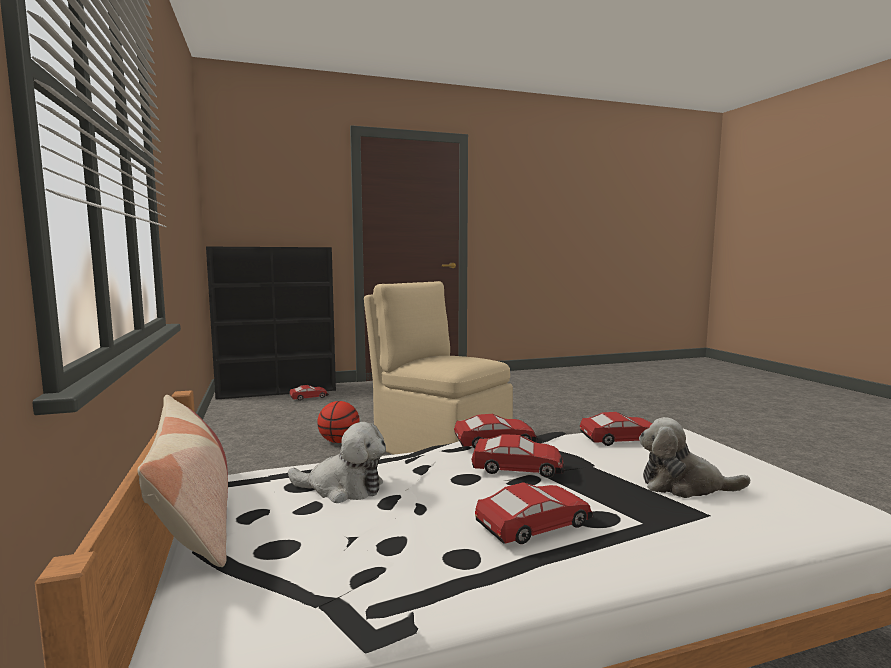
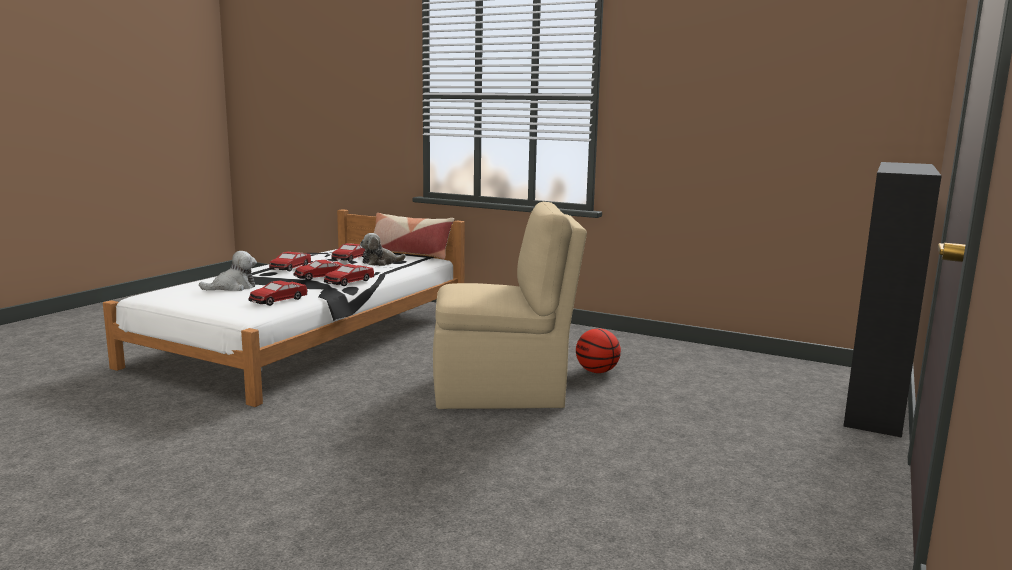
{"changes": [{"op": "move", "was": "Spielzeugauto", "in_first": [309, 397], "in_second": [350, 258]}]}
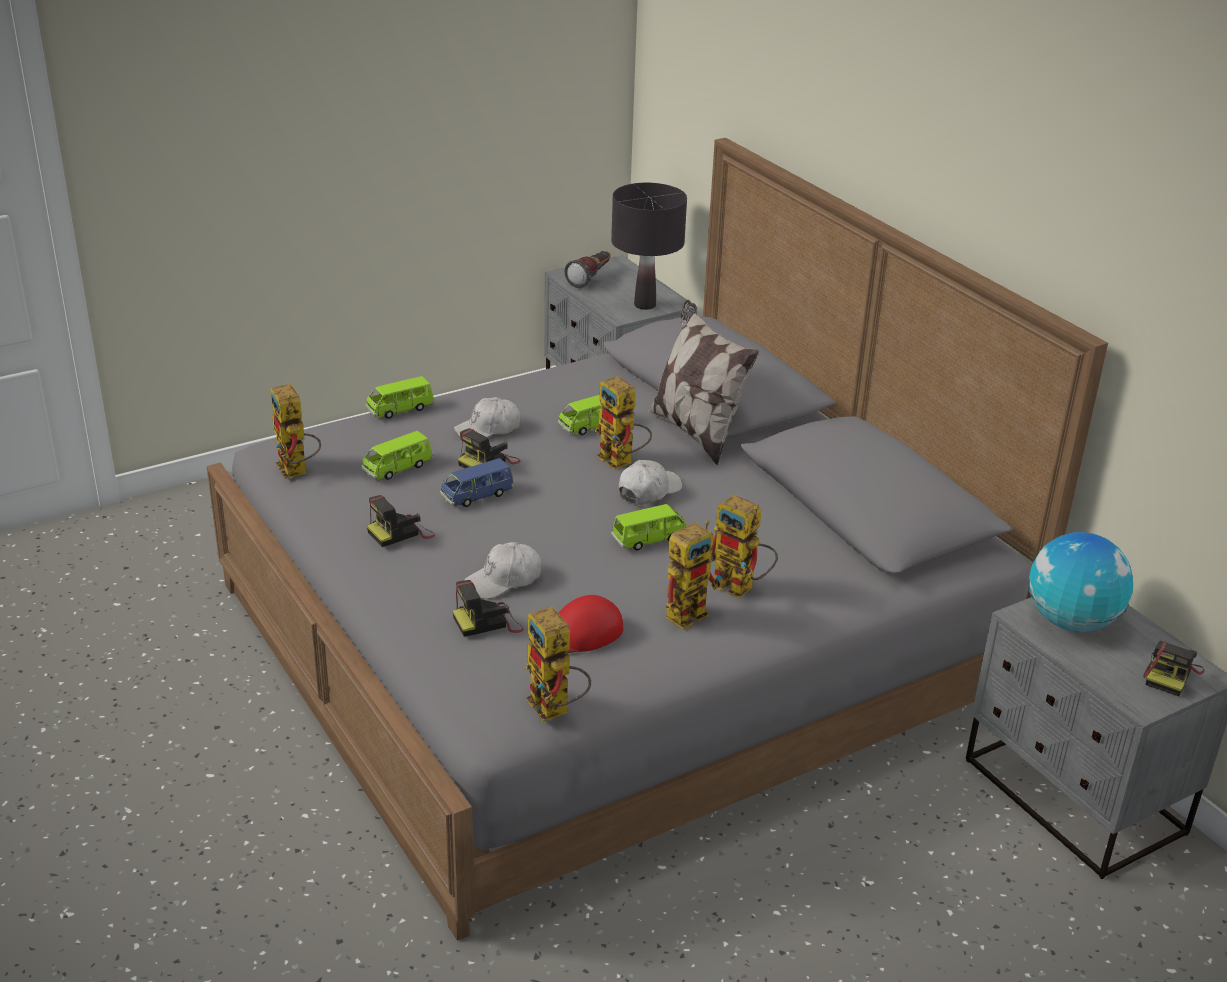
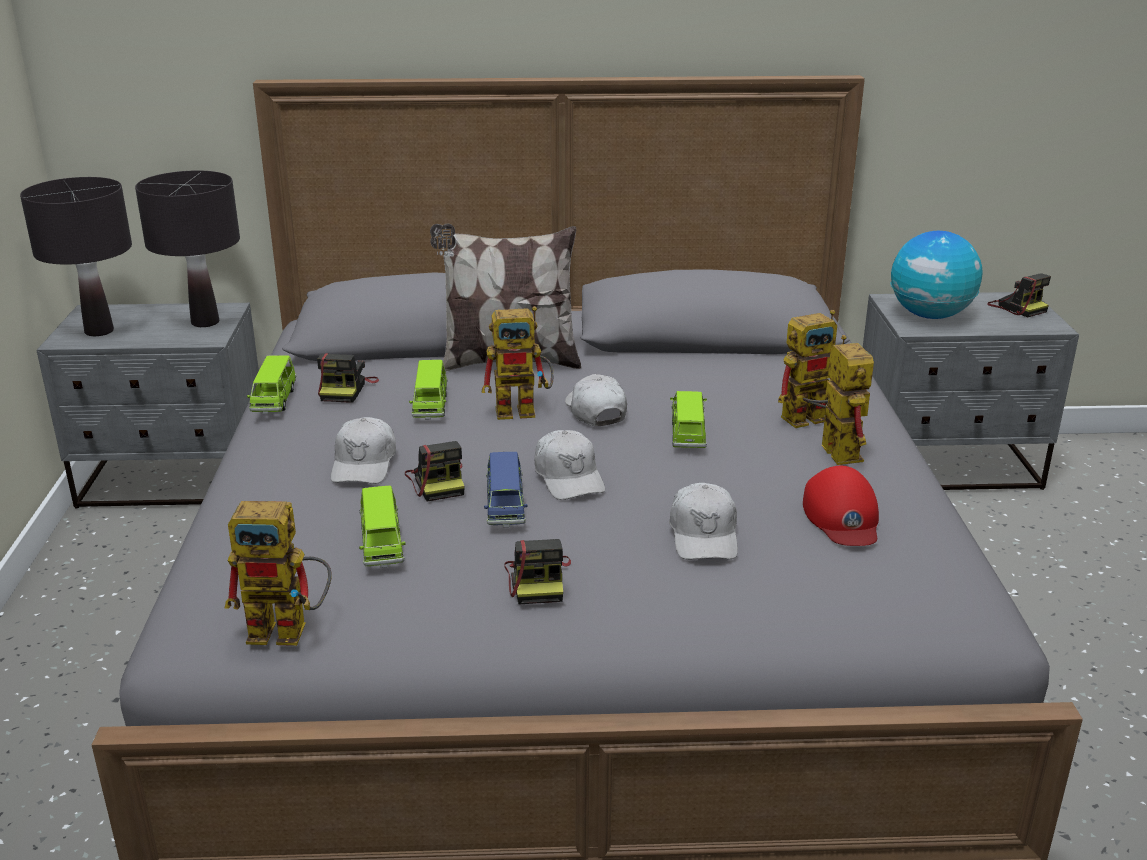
{"changes": [{"op": "replace", "was": "Taschenlampe", "now": "Tischlampe [schwarz]", "in_first": [591, 278], "in_second": [99, 331]}, {"op": "move", "was": "Spielzeugauto [grün]", "in_first": [400, 409], "in_second": [274, 401]}, {"op": "move", "was": "Kamera", "in_first": [488, 622], "in_second": [346, 389]}, {"op": "insert", "now": "Kappe [weiß]", "in_second": [569, 477]}, {"op": "delete", "was": "Spielzeugroboter", "in_first": [555, 710]}]}
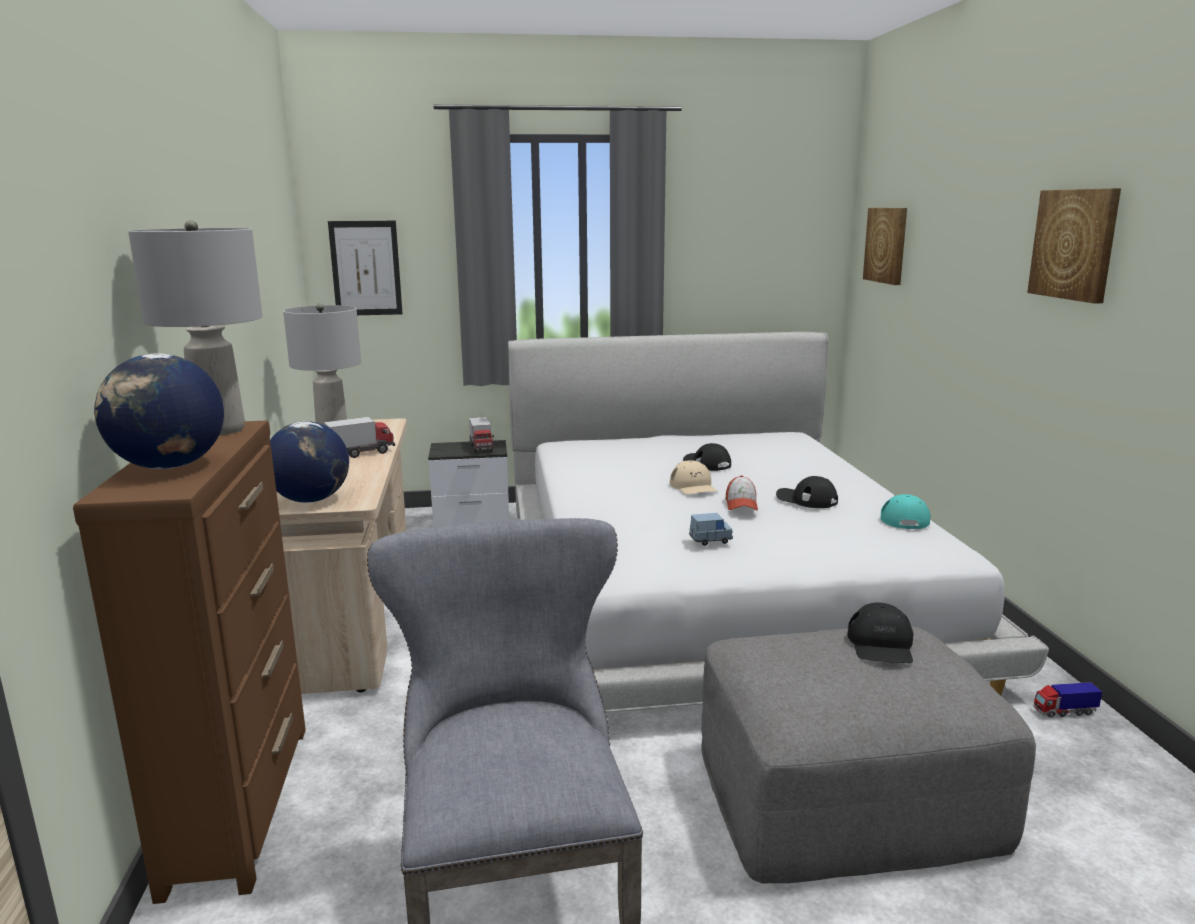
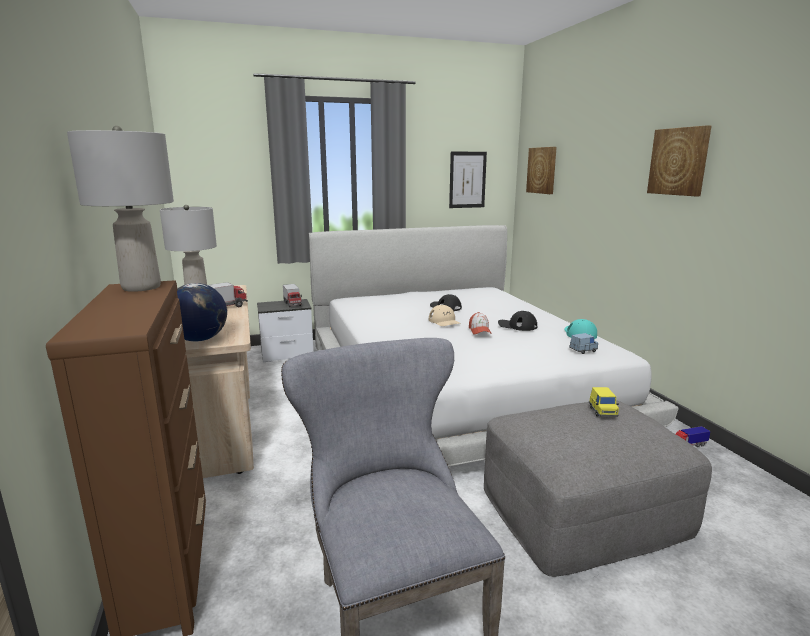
{"changes": [{"op": "move", "was": "Bild", "in_first": [366, 268], "in_second": [467, 180]}, {"op": "move", "was": "Spielzeugauto [blau]", "in_first": [710, 540], "in_second": [583, 350]}, {"op": "replace", "was": "Kappe [schwarz]", "now": "Spielzeugauto [gelb]", "in_first": [881, 644], "in_second": [602, 412]}, {"op": "delete", "was": "Globus", "in_first": [169, 467]}]}
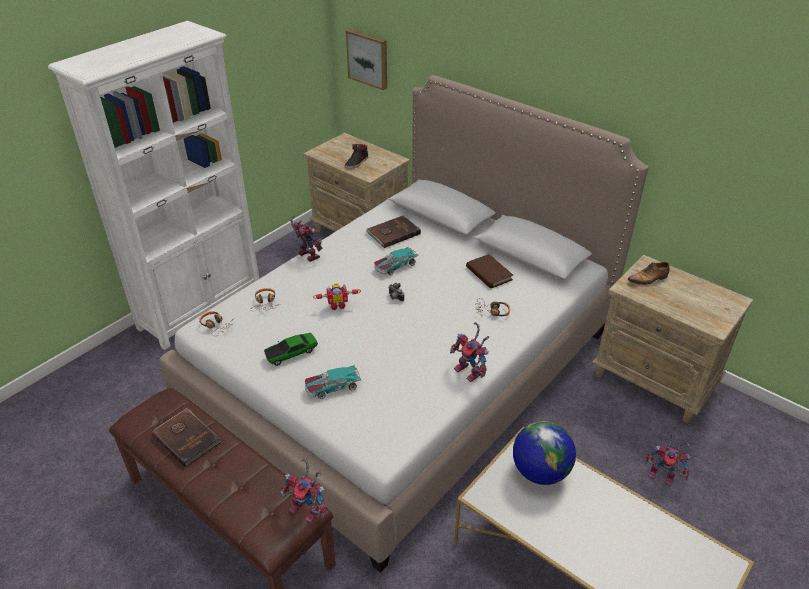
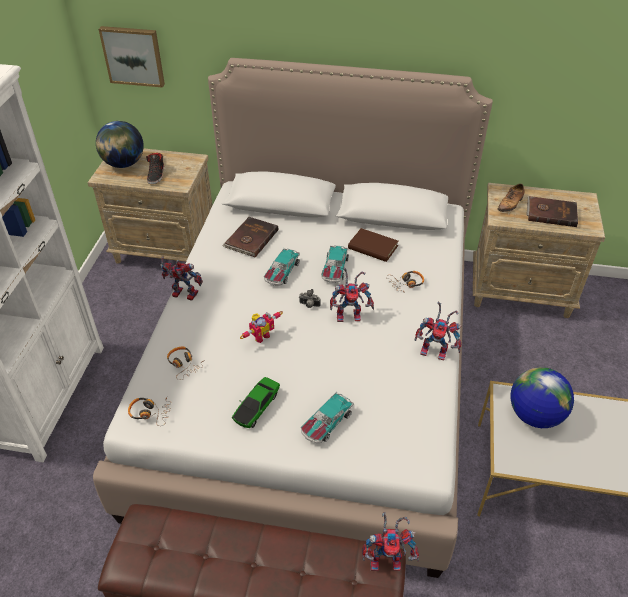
{"changes": [{"op": "insert", "now": "Globus", "in_second": [124, 164]}, {"op": "insert", "now": "Spielzeugauto", "in_second": [335, 269]}, {"op": "move", "was": "Spielzeugroboter", "in_first": [663, 475], "in_second": [350, 314]}, {"op": "move", "was": "Buch [braun]", "in_first": [187, 438], "in_second": [551, 213]}]}
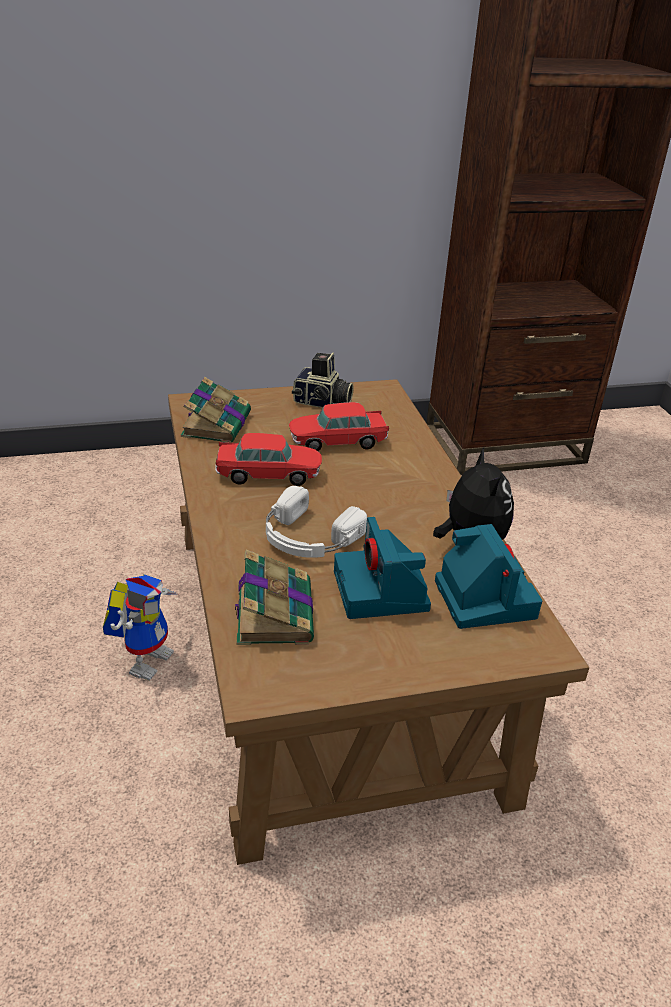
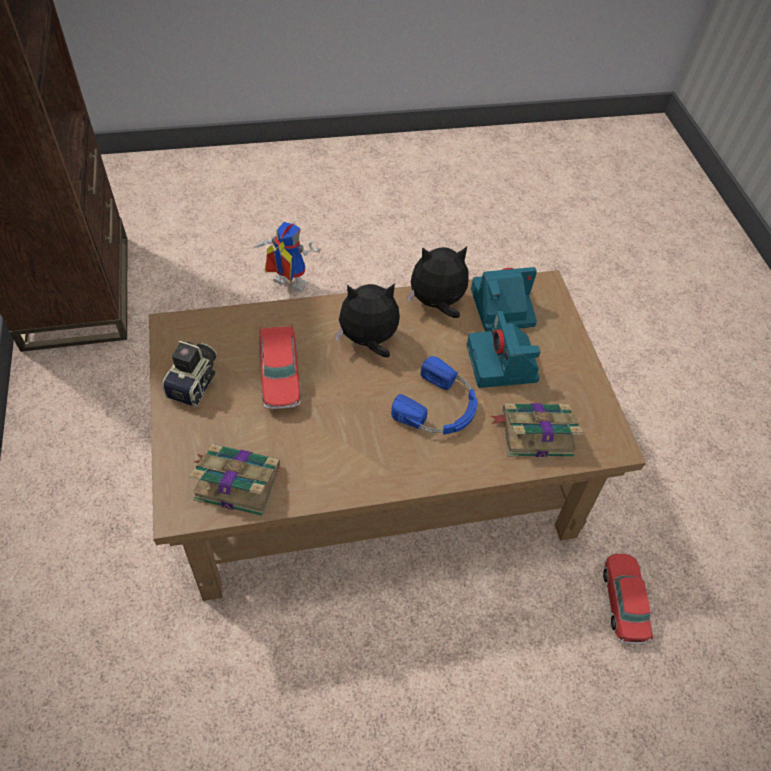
{"changes": [{"op": "move", "was": "Spielzeugroboter", "in_first": [147, 658], "in_second": [285, 285]}, {"op": "insert", "now": "Plüschtier", "in_second": [368, 340]}, {"op": "recolor", "was": "Kopfhörer [weiß]", "now": "Kopfhörer [blau]", "in_first": [307, 537], "in_second": [439, 407]}, {"op": "rotate", "was": "Kamera", "in_first": [382, 592], "in_second": [502, 364], "clockwise": 90}, {"op": "move", "was": "Spielzeugauto", "in_first": [268, 474], "in_second": [623, 601]}]}
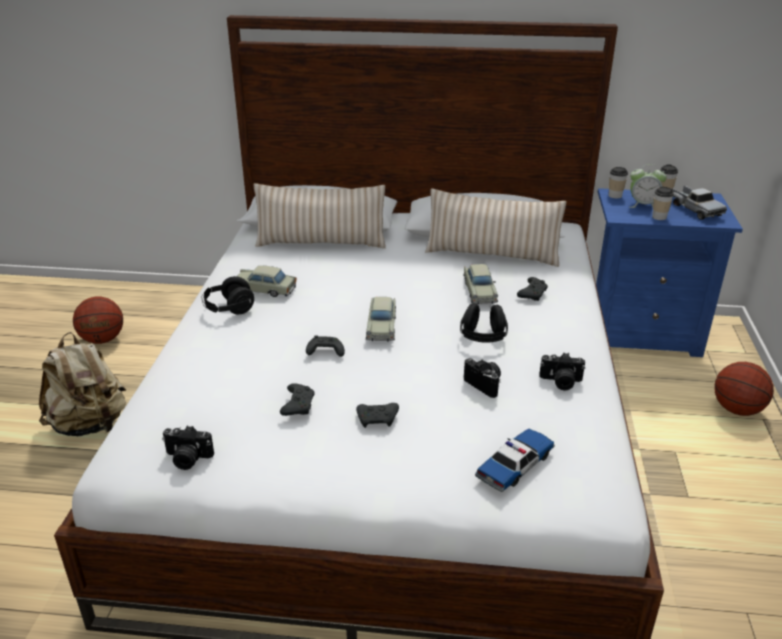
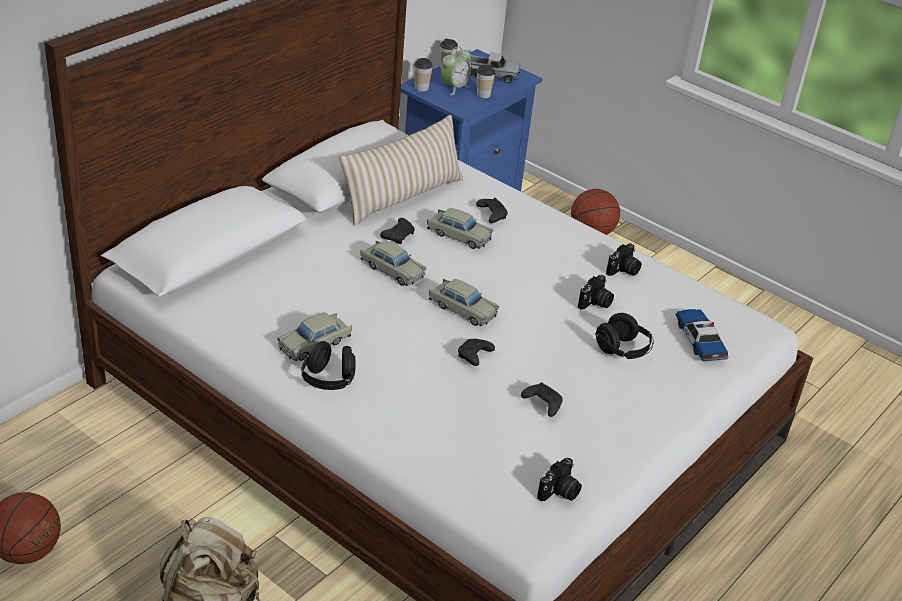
{"changes": [{"op": "insert", "now": "Spielzeugauto [beige]", "in_second": [392, 270]}, {"op": "move", "was": "Gamepad [schwarz]", "in_first": [378, 419], "in_second": [398, 236]}, {"op": "rotate", "was": "Kamera", "in_first": [485, 384], "in_second": [595, 303], "clockwise": 135}, {"op": "move", "was": "Kopfhörer [schwarz]", "in_first": [483, 337], "in_second": [622, 350]}, {"op": "delete", "was": "Kissen [beige]", "in_first": [321, 243]}]}
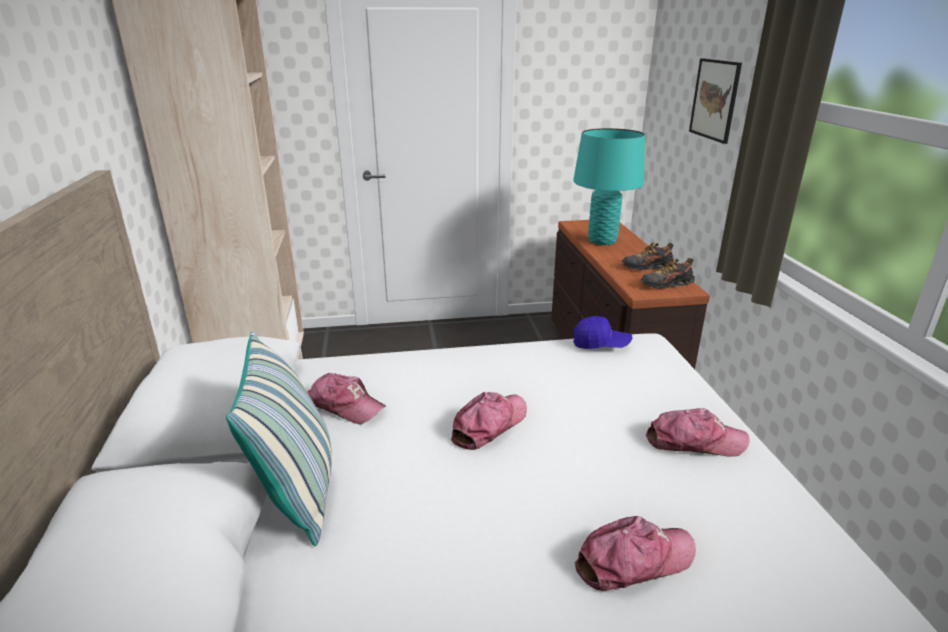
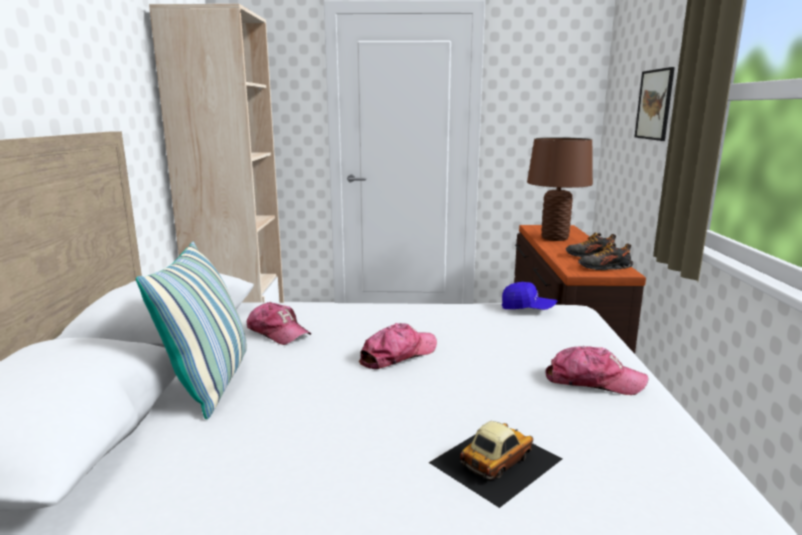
{"changes": [{"op": "replace", "was": "Kappe", "now": "Spielzeugauto", "in_first": [633, 561], "in_second": [495, 460]}, {"op": "recolor", "was": "Tischlampe [türkis]", "now": "Tischlampe [braun]", "in_first": [602, 241], "in_second": [554, 238]}]}
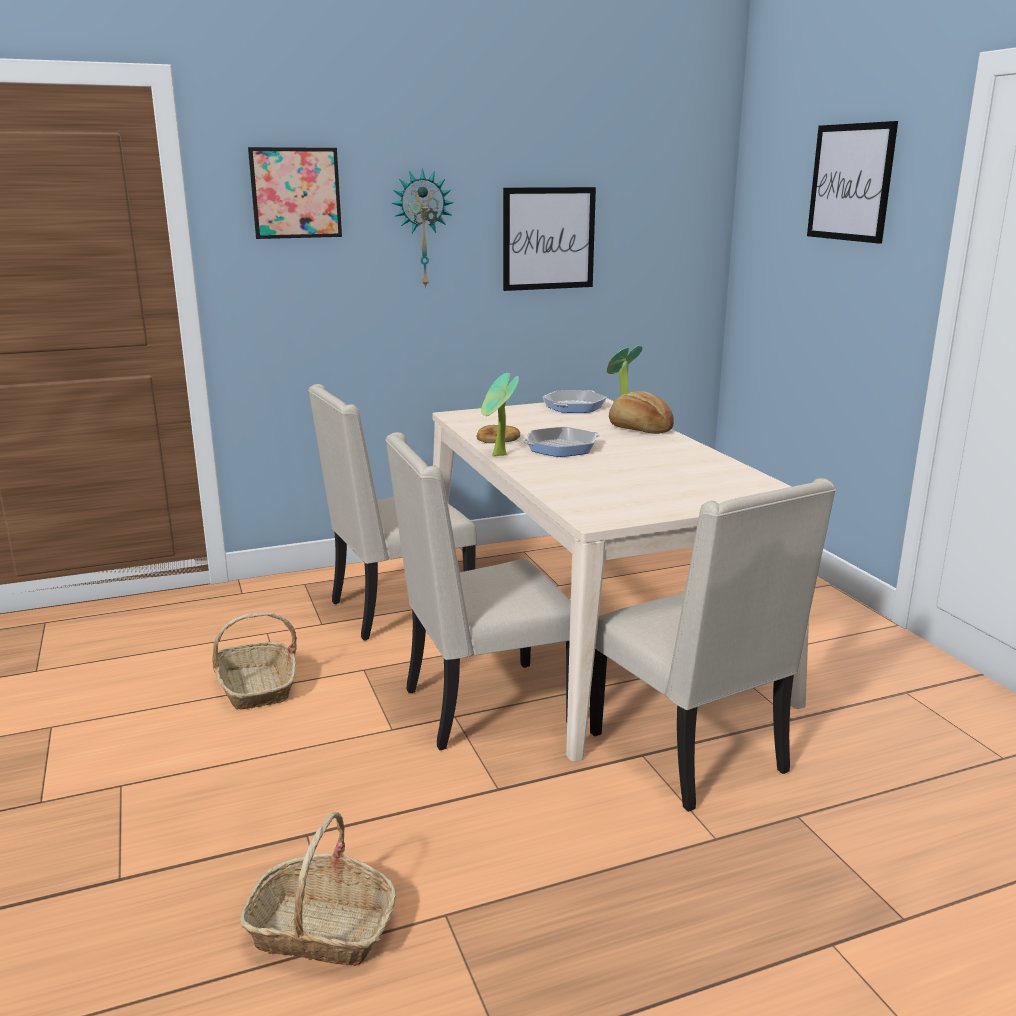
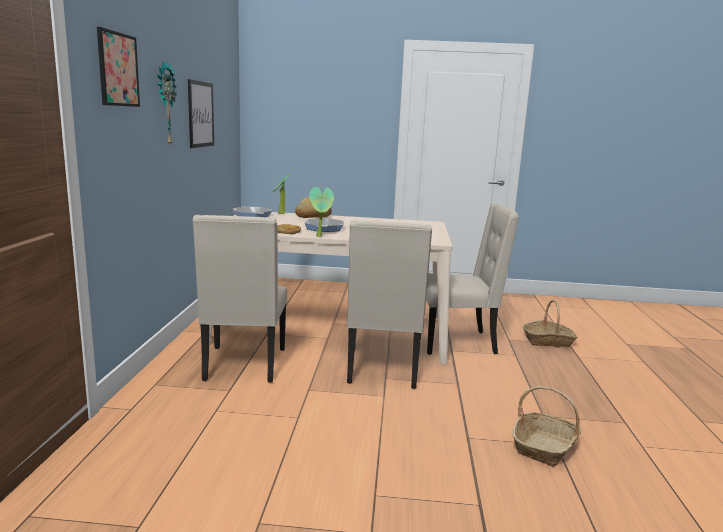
{"changes": [{"op": "move", "was": "Korb", "in_first": [256, 687], "in_second": [548, 341]}, {"op": "delete", "was": "Bild", "in_first": [850, 182]}]}
